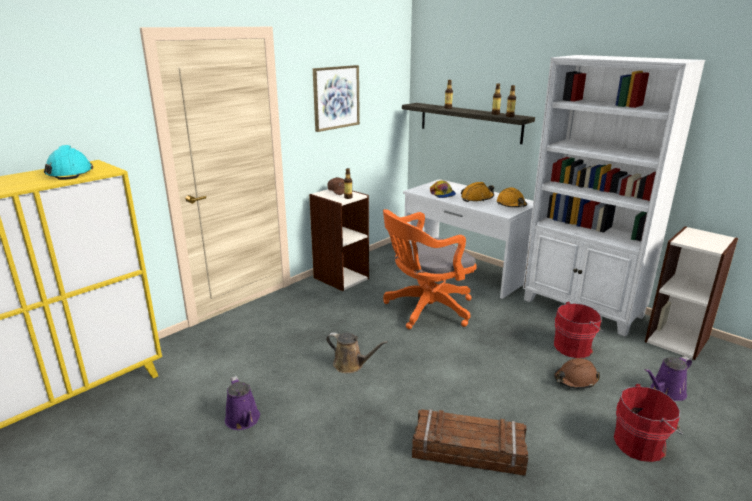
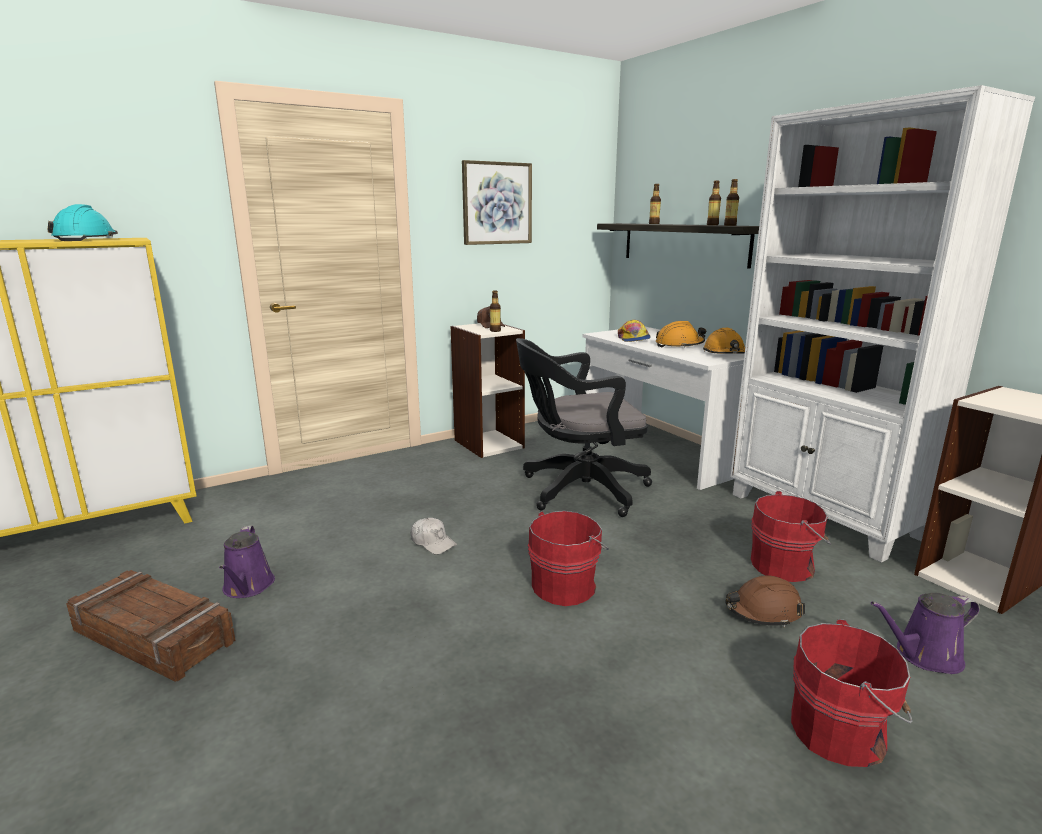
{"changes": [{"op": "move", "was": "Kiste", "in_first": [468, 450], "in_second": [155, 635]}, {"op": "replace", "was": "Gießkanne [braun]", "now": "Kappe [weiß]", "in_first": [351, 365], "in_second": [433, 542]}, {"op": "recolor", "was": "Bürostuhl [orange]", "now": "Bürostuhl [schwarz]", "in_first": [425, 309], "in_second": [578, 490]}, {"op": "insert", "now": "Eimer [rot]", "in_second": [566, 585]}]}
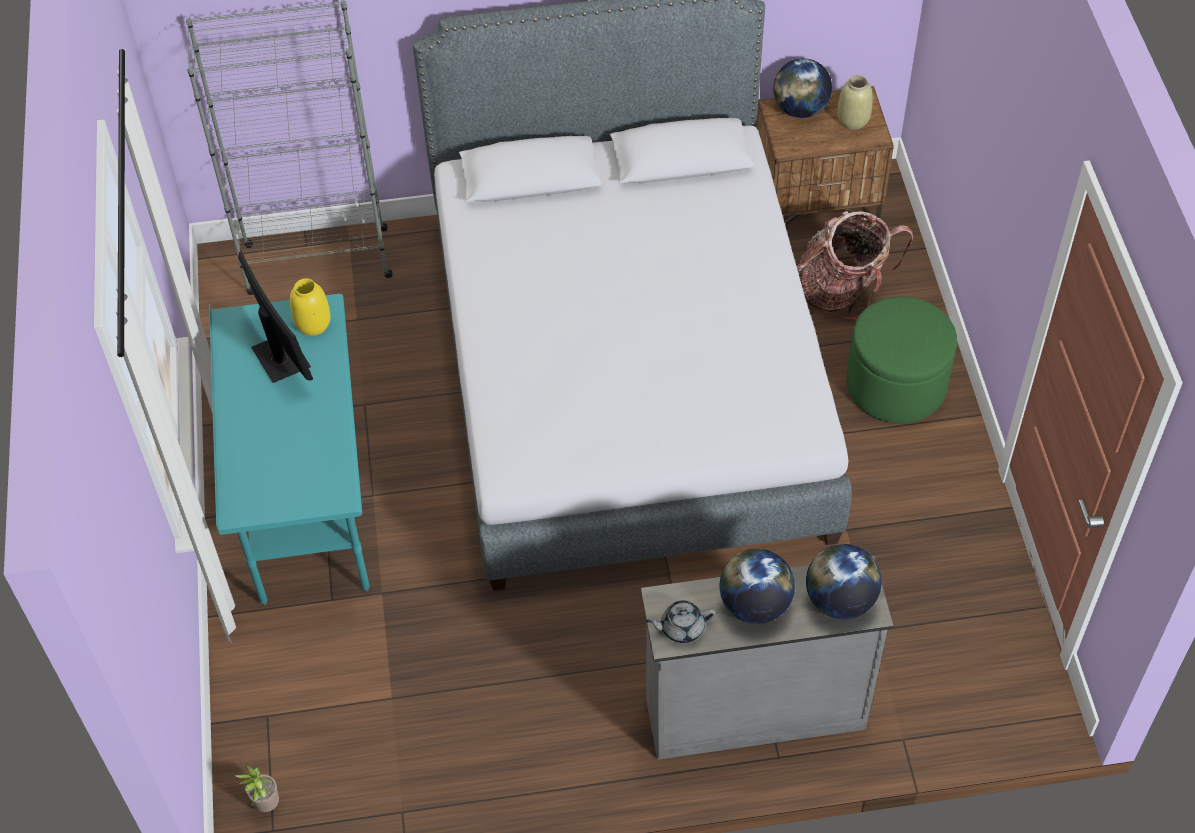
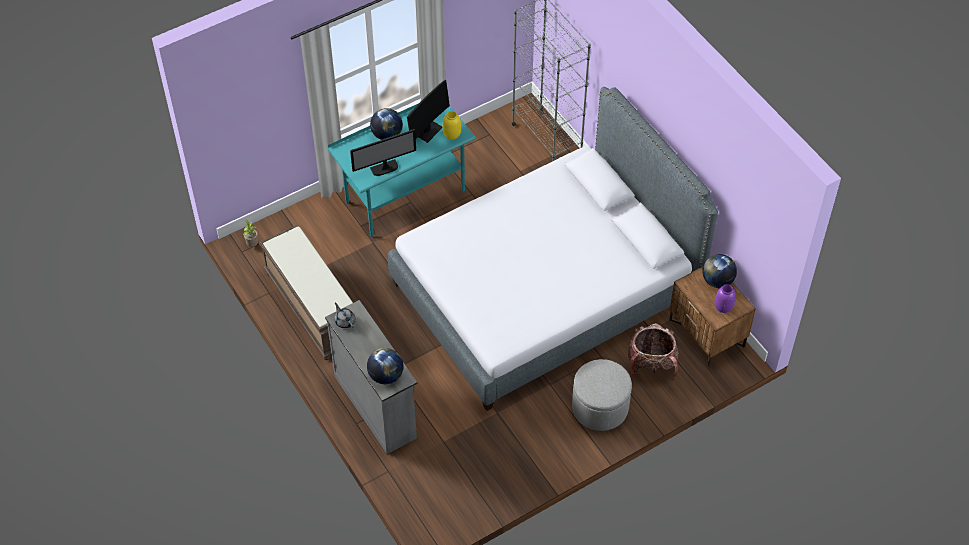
{"changes": [{"op": "insert", "now": "Bank [braun]", "in_second": [312, 307]}, {"op": "insert", "now": "Monitor", "in_second": [385, 168]}, {"op": "move", "was": "Globus", "in_first": [755, 605], "in_second": [387, 135]}, {"op": "recolor", "was": "Polsterhocker [grün]", "now": "Polsterhocker [grau]", "in_first": [895, 385], "in_second": [600, 407]}, {"op": "recolor", "was": "Vase [beige]", "now": "Vase [lila]", "in_first": [853, 120], "in_second": [723, 306]}]}
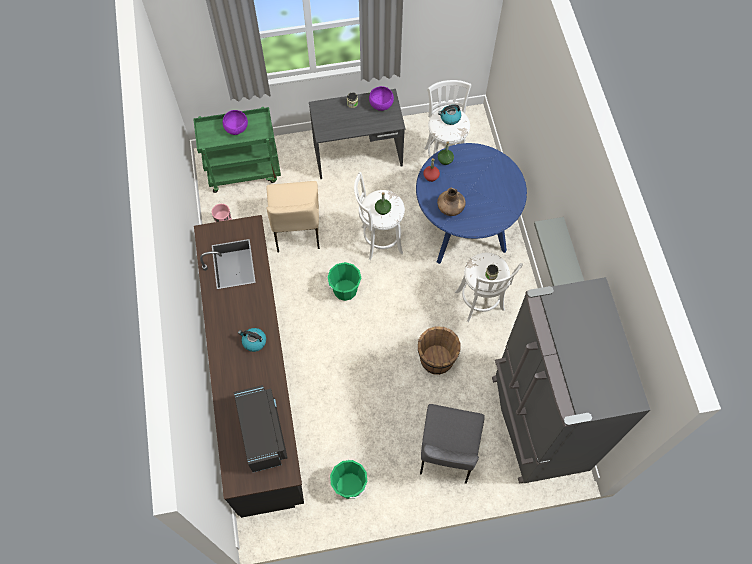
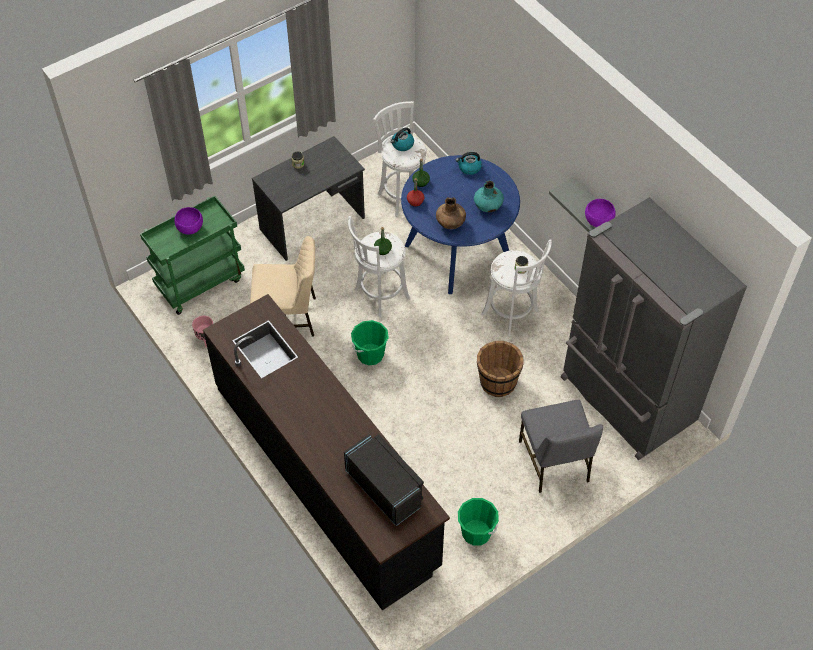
{"changes": [{"op": "rotate", "was": "Stuhl [beige]", "in_first": [296, 229], "in_second": [287, 317], "clockwise": -60}, {"op": "move", "was": "Wasserkessel", "in_first": [254, 341], "in_second": [469, 168]}, {"op": "insert", "now": "Vase [türkis]", "in_second": [488, 206]}, {"op": "move", "was": "Schüssel [lila]", "in_first": [381, 104], "in_second": [599, 220]}]}
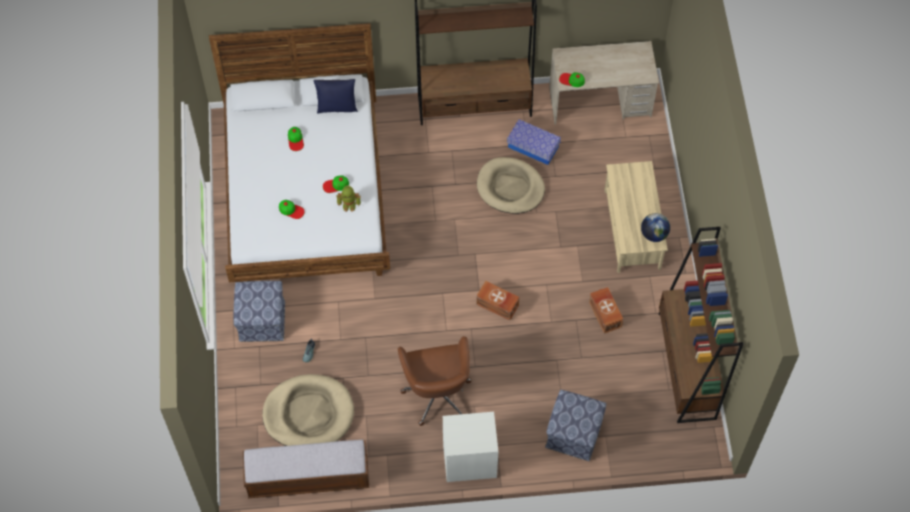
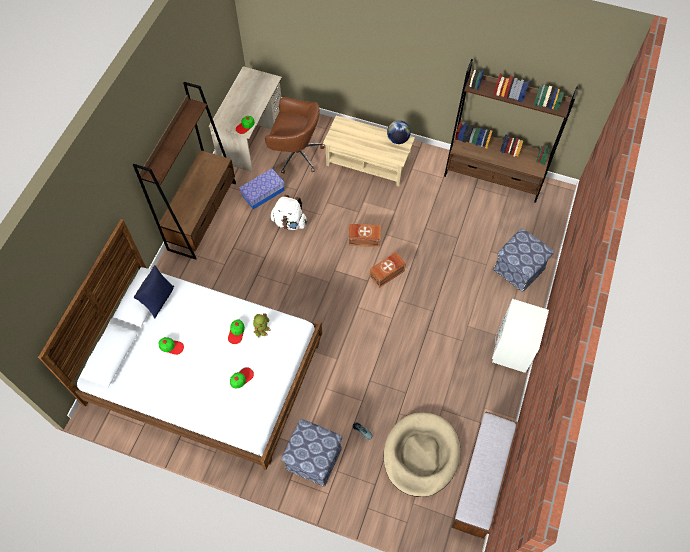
{"changes": [{"op": "move", "was": "Bürostuhl [braun]", "in_first": [437, 393], "in_second": [295, 154]}, {"op": "replace", "was": "Hundebett [beige]", "now": "Rucksack [weiß]", "in_first": [510, 187], "in_second": [289, 222]}, {"op": "move", "was": "Aufbewahrungsbox [braun]", "in_first": [605, 313], "in_second": [363, 239]}]}
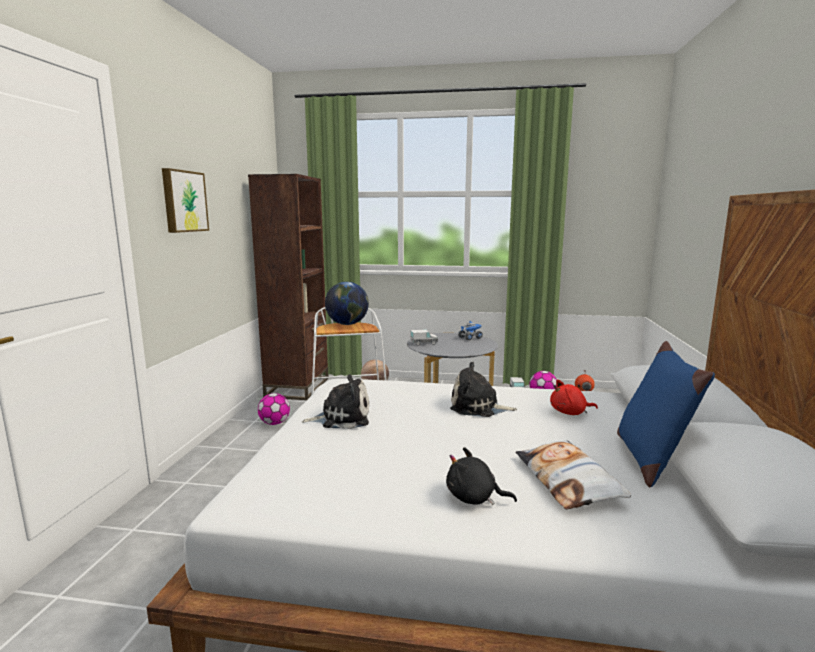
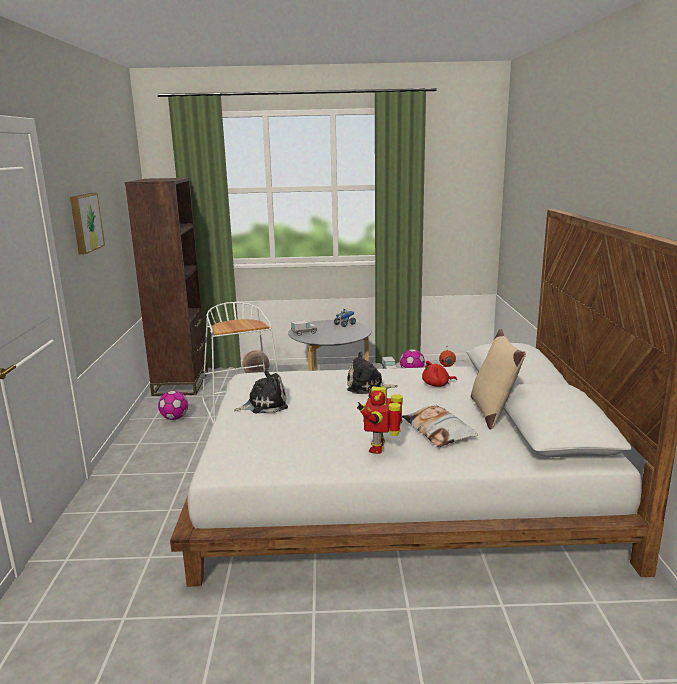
{"changes": [{"op": "replace", "was": "Plüschtier [schwarz]", "now": "Spielzeugroboter", "in_first": [474, 498], "in_second": [379, 447]}, {"op": "recolor", "was": "Kissen [blau]", "now": "Kissen [beige]", "in_first": [650, 459], "in_second": [492, 412]}, {"op": "delete", "was": "Globus", "in_first": [347, 324]}]}
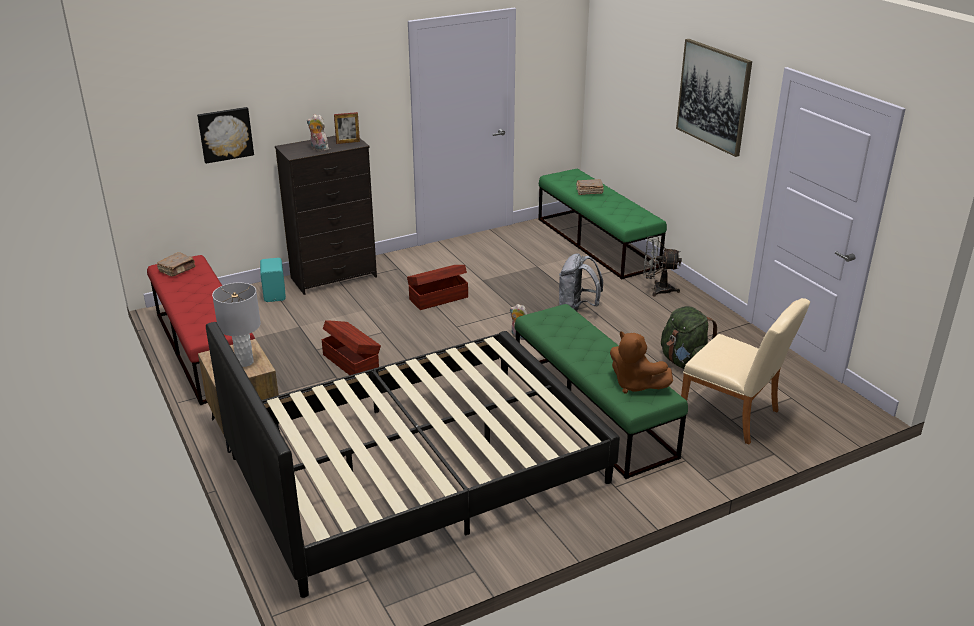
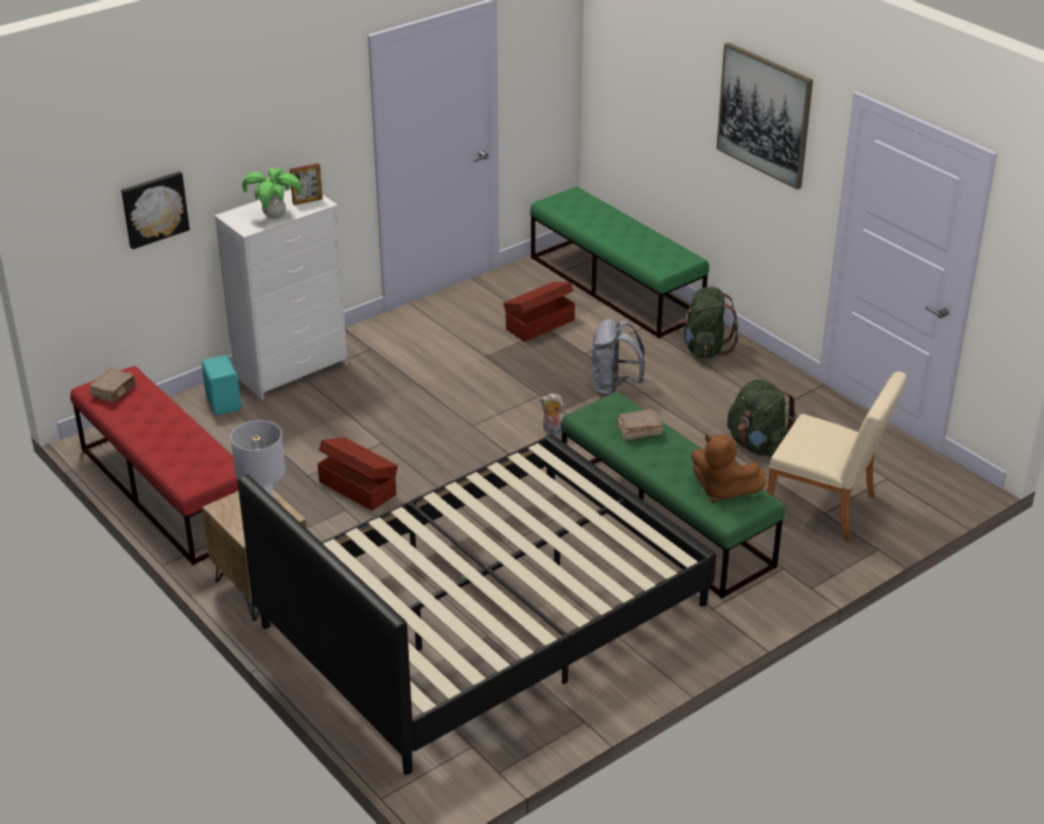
{"changes": [{"op": "recolor", "was": "Kommode [schwarz]", "now": "Kommode [weiß]", "in_first": [334, 277], "in_second": [292, 370]}, {"op": "replace", "was": "Plüschtier", "now": "Topfpflanze", "in_first": [318, 149], "in_second": [275, 216]}, {"op": "move", "was": "Aufbewahrungsbox [braun]", "in_first": [437, 298], "in_second": [539, 324]}, {"op": "move", "was": "Buch [braun]", "in_first": [589, 192], "in_second": [638, 431]}, {"op": "replace", "was": "Ventilator [grau]", "now": "Rucksack [grün]", "in_first": [657, 289], "in_second": [705, 348]}]}
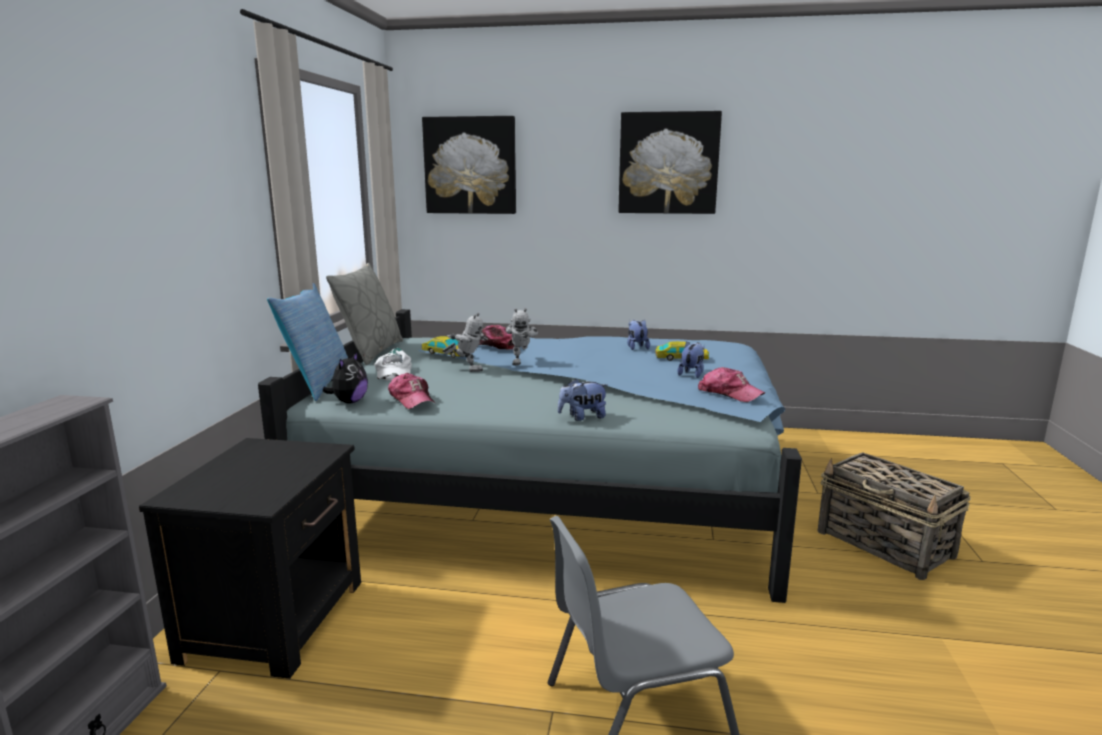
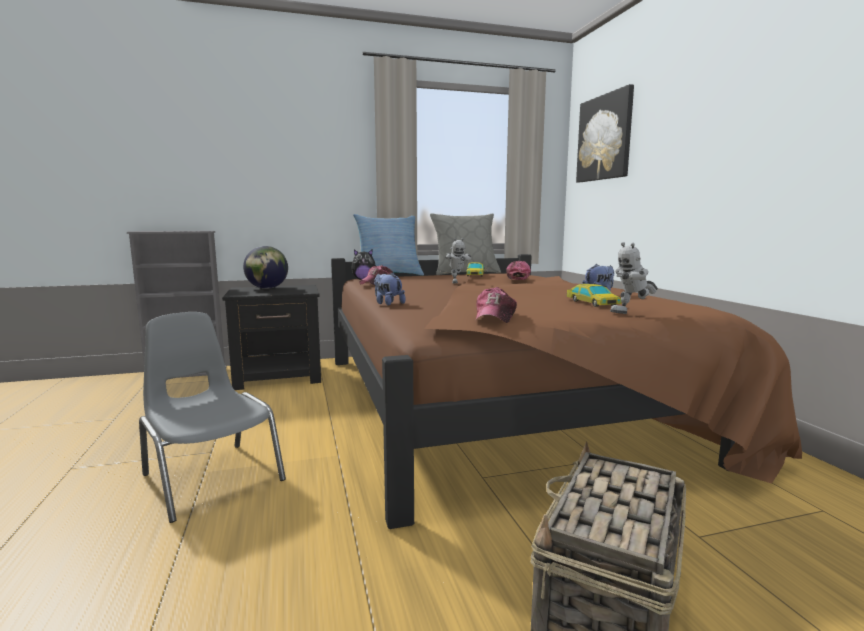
{"changes": [{"op": "insert", "now": "Globus", "in_second": [267, 288]}, {"op": "recolor", "was": "Bett [blau]", "now": "Bett [braun]", "in_first": [562, 487], "in_second": [501, 404]}, {"op": "move", "was": "Spielzeugroboter", "in_first": [521, 362], "in_second": [632, 313]}, {"op": "delete", "was": "Kappe [weiß]", "in_first": [393, 372]}, {"op": "delete", "was": "Bild", "in_first": [668, 163]}, {"op": "delete", "was": "Plüschtier", "in_first": [692, 374]}]}
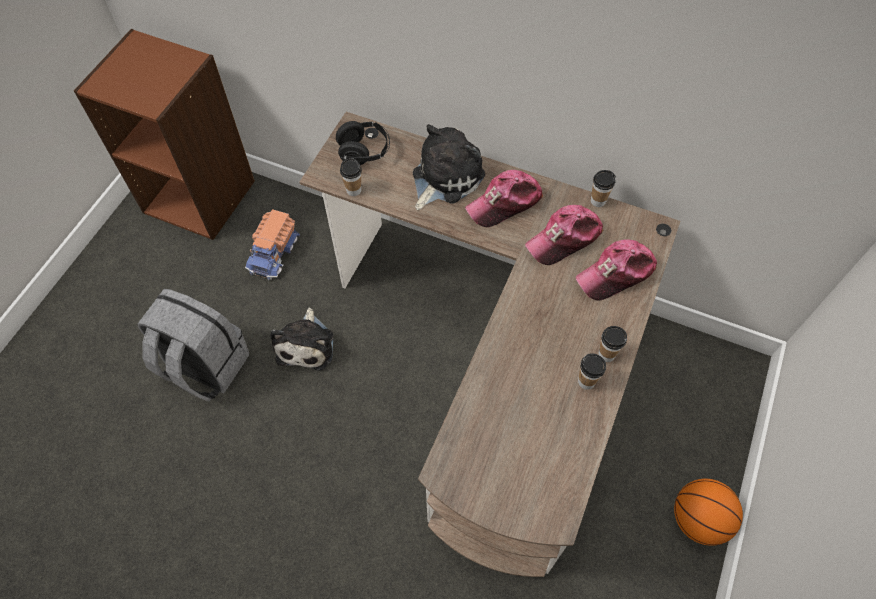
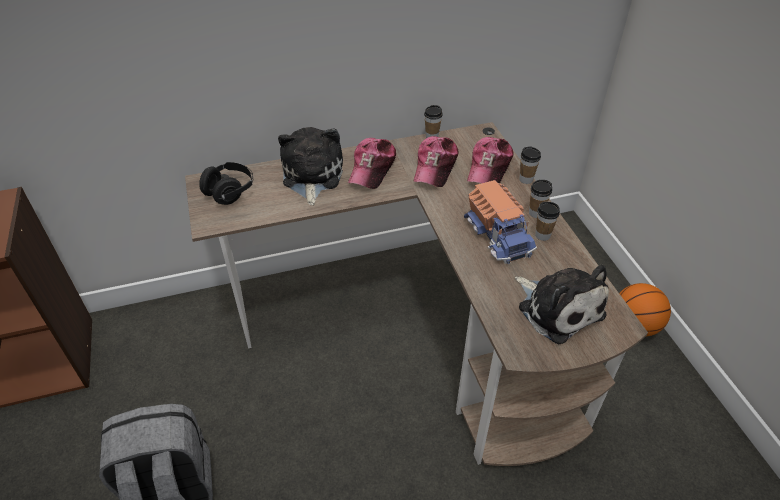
{"changes": [{"op": "move", "was": "Spielzeuglaster", "in_first": [274, 253], "in_second": [499, 235]}, {"op": "move", "was": "Plüschtier", "in_first": [307, 344], "in_second": [557, 308]}, {"op": "move", "was": "Tasse", "in_first": [353, 190], "in_second": [526, 179]}]}
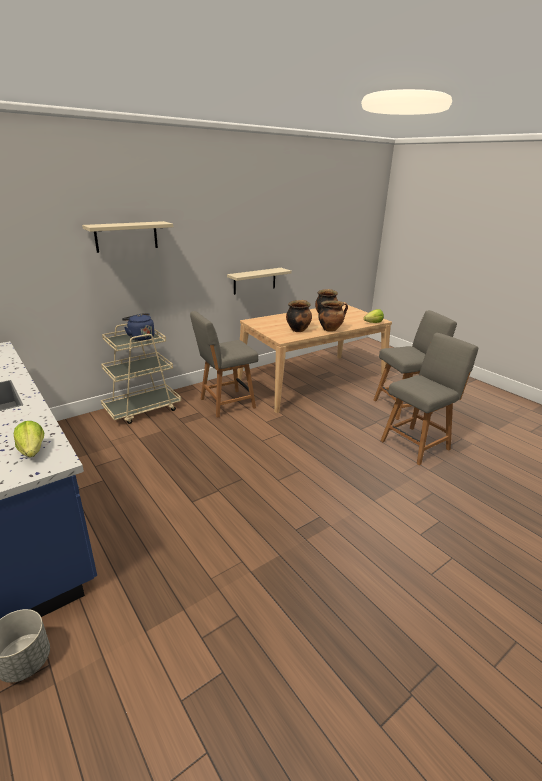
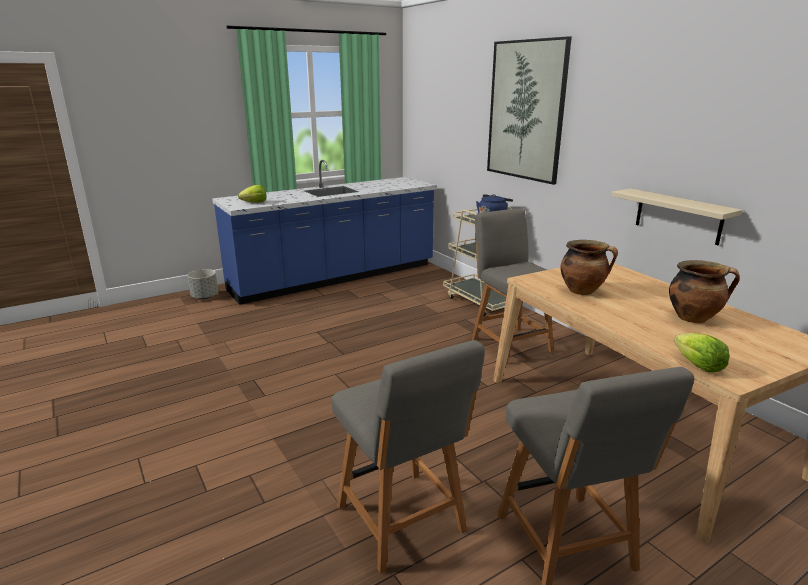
{"changes": [{"op": "replace", "was": "Wandregal [beige]", "now": "Bild", "in_first": [126, 236], "in_second": [526, 111]}, {"op": "delete", "was": "Kochtopf", "in_first": [330, 329]}]}
